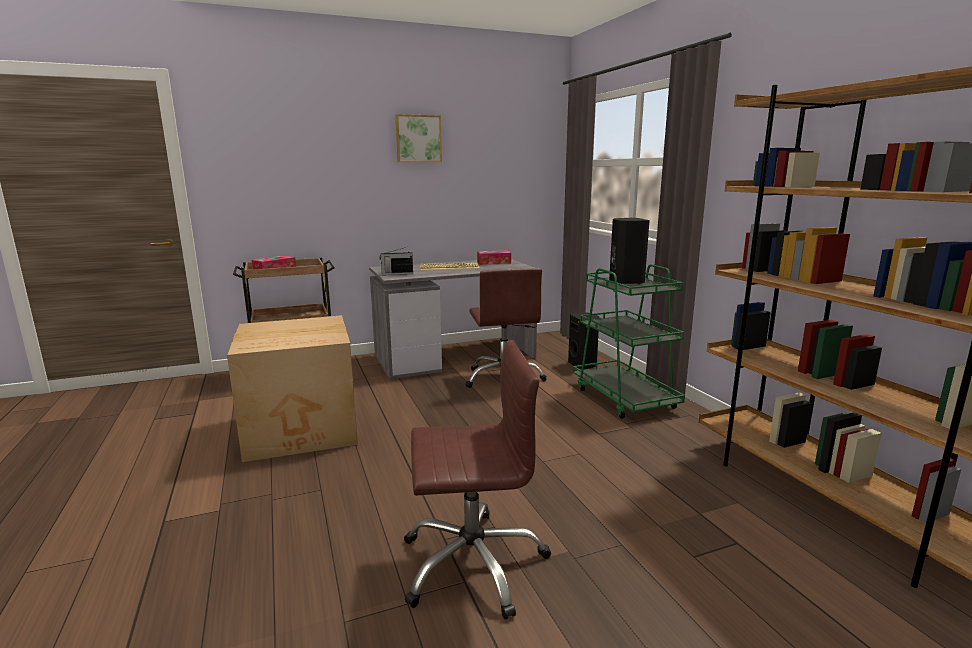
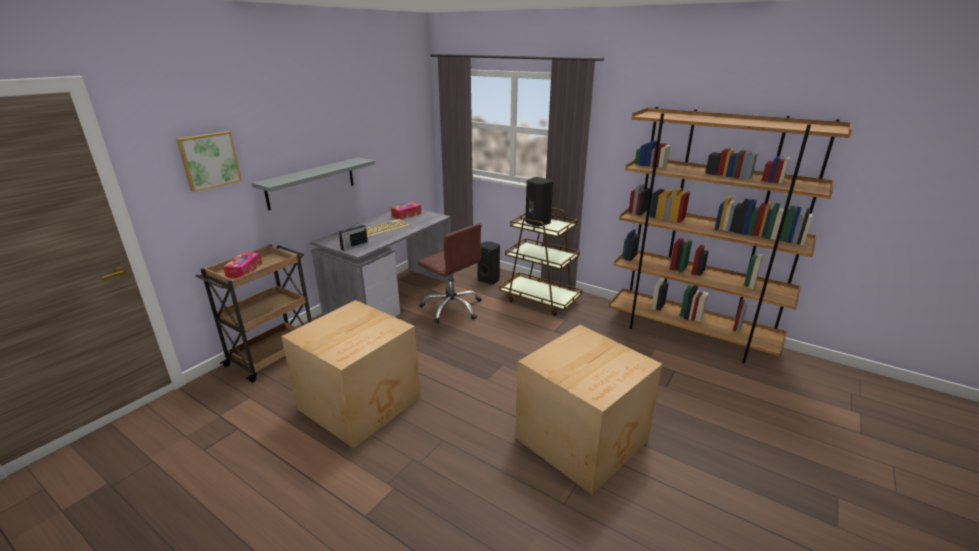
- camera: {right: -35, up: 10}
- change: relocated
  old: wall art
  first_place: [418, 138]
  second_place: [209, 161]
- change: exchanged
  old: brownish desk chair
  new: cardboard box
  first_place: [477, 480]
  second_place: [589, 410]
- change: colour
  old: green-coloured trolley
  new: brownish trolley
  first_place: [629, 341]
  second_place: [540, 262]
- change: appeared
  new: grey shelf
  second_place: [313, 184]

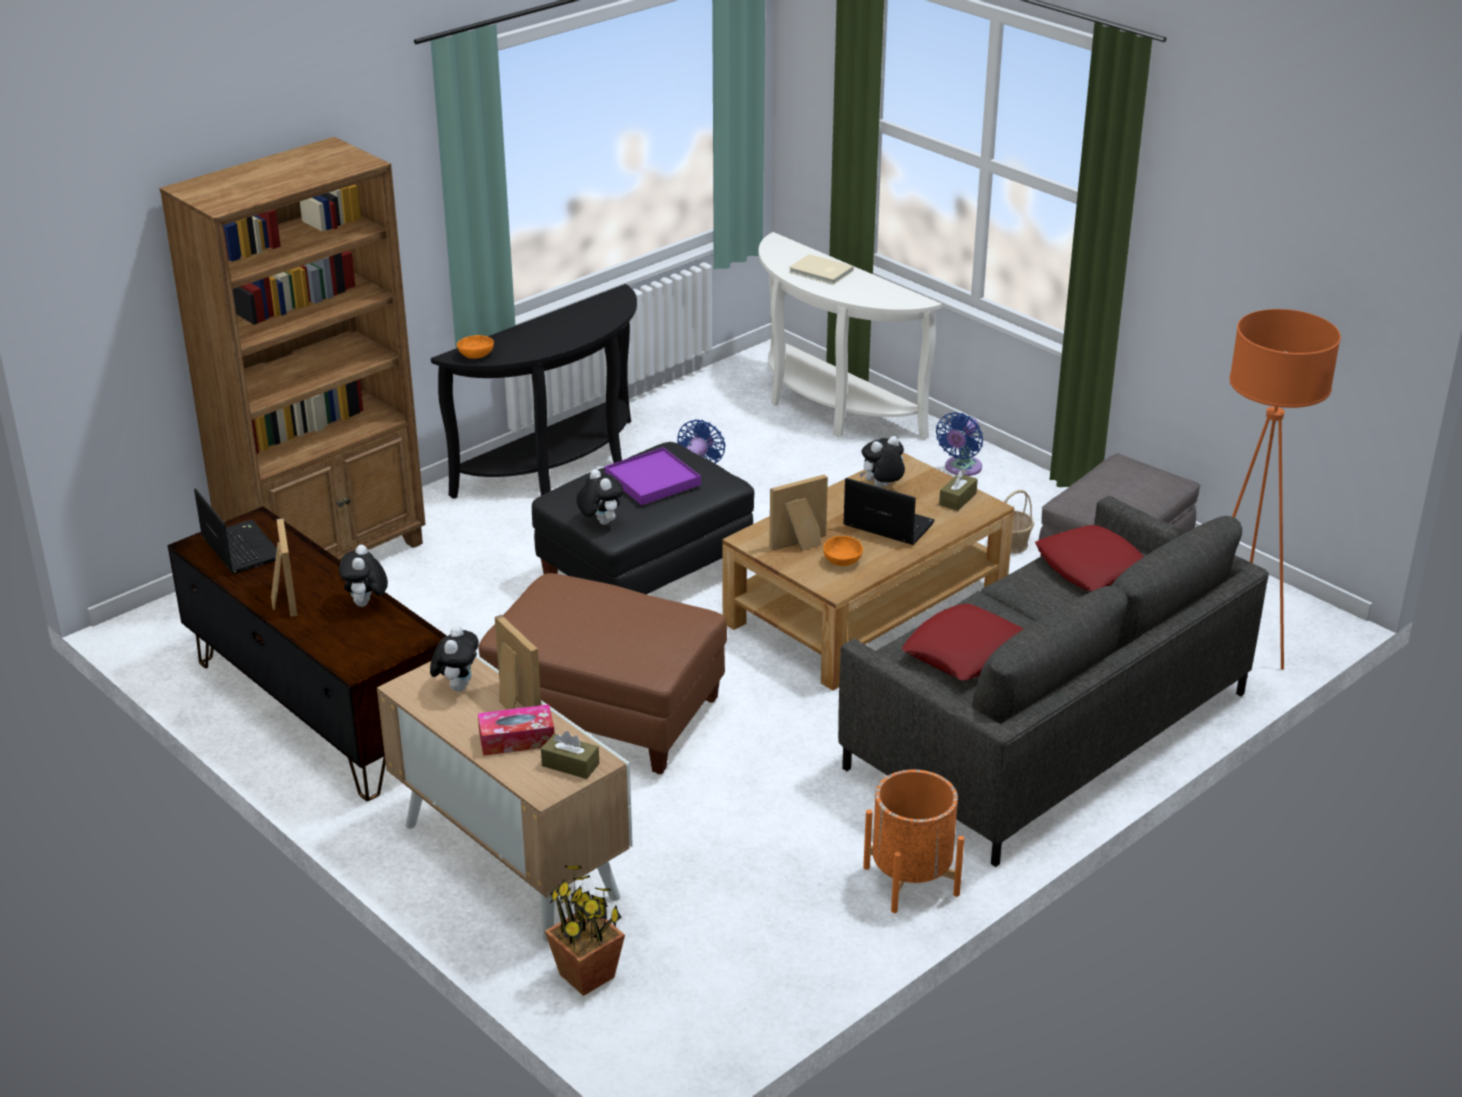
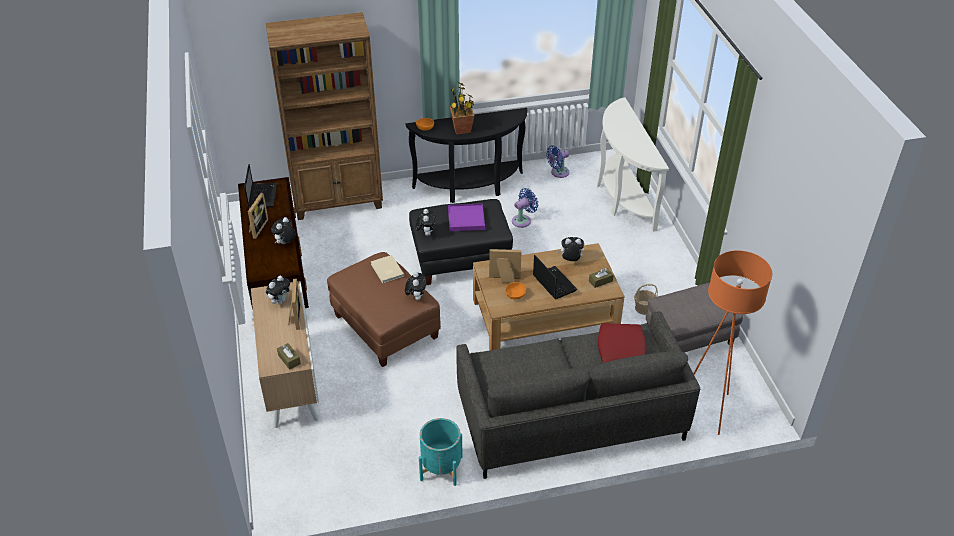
- camera: {right: 30, up: 10}
- change: missing
  old: tissue box
  first_place: [516, 730]
- change: relocated
  old: potted plant
  first_place: [585, 931]
  second_place: [462, 108]
- change: relocated
  old: sand-coloured book
  first_place: [821, 269]
  second_place: [387, 269]
- change: colour
  old: orange plant pot
  new: turquoise plant pot
  first_place: [913, 841]
  second_place: [441, 452]
- change: missing
  old: reddish pillow
  first_place: [963, 642]
- change: relocated
  old: blue-coloured fan
  first_place: [959, 444]
  second_place: [557, 162]
- change: appeared
  new: cuddly toy
  second_place: [415, 286]

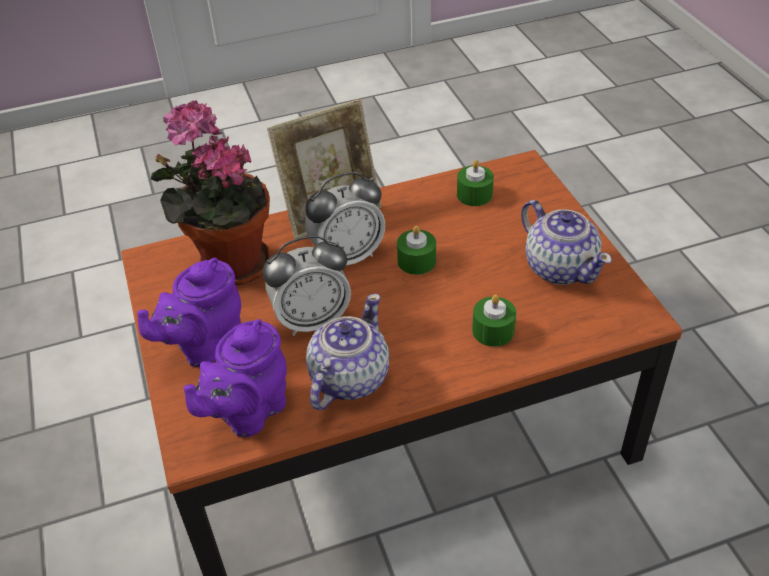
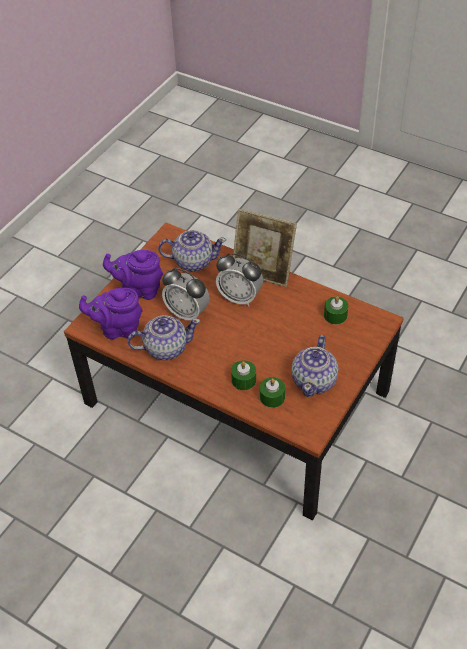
- camera: {right: 50, up: 5}
- change: exchanged
  old: potted plant
  new: pot for tea
  first_place: [211, 193]
  second_place: [192, 251]
- change: relocated
  old: green-coloured wax light
  first_place: [416, 250]
  second_place: [272, 392]

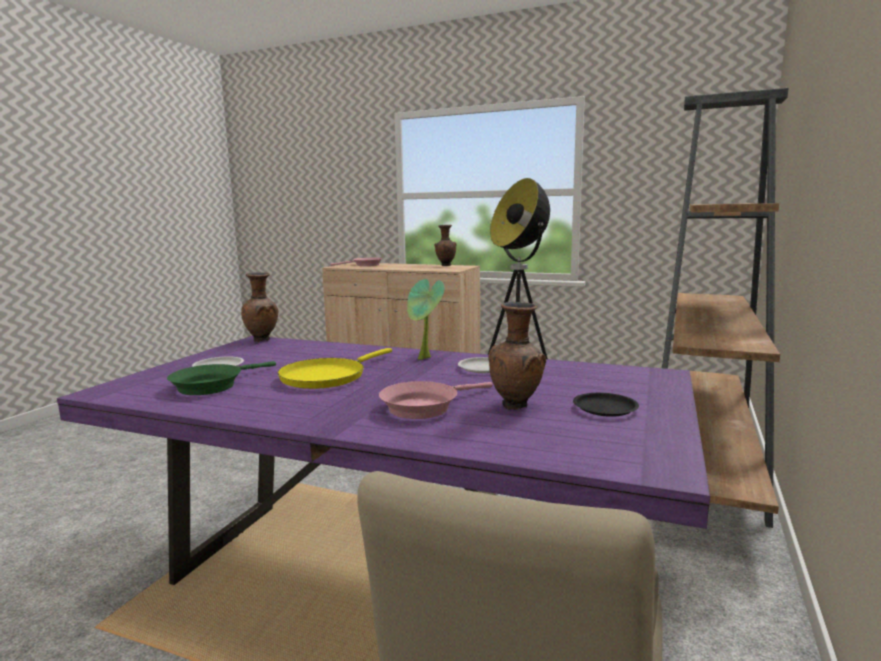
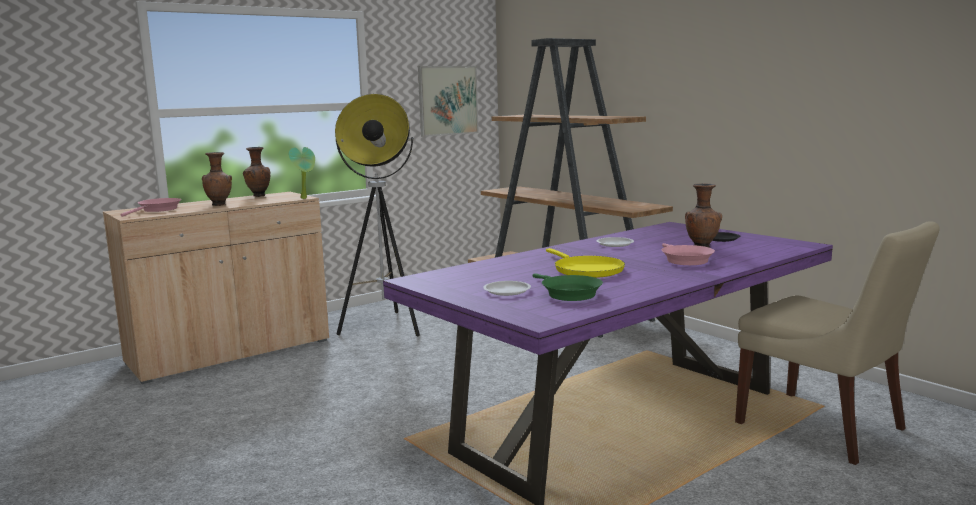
- camera: {right: -60, up: 0}
- change: relocated
  old: brownish vase
  first_place: [259, 307]
  second_place: [217, 179]
- change: relocated
  old: potted plant
  first_place: [425, 319]
  second_place: [302, 173]
- change: appeared
  new: wall art
  second_place: [448, 101]

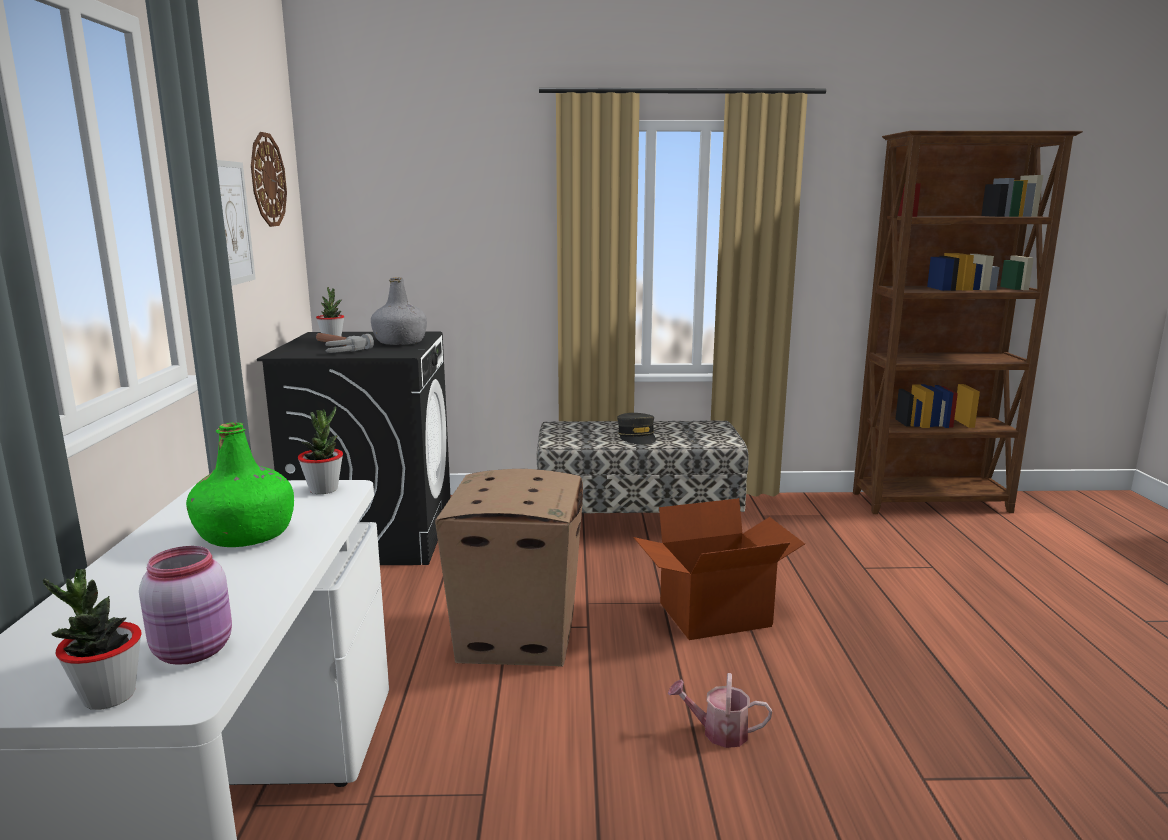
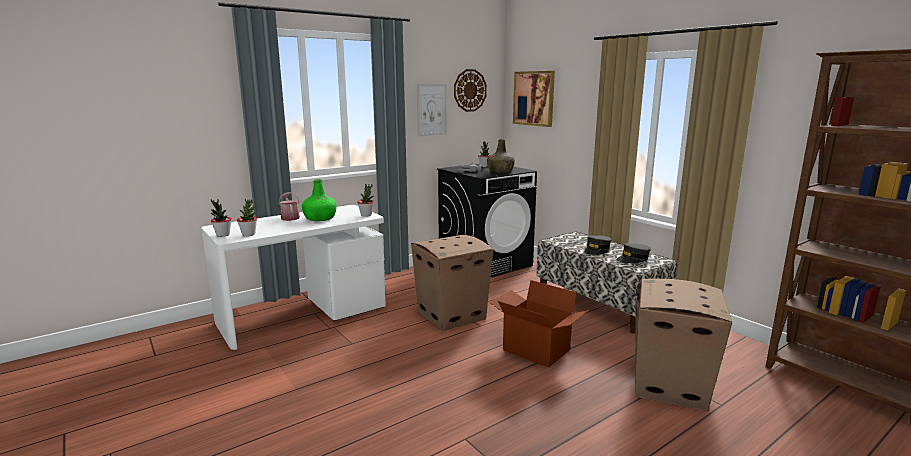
- camera: {right: 55, up: 0}
- change: exchanged
  old: pinkish jar
  new: potted plant
  first_place: [185, 605]
  second_place: [247, 217]
- change: colour
  old: grey beverage bottle
  new: green-coloured beverage bottle
  first_place: [399, 311]
  second_place: [501, 156]
- change: relocated
  old: watering pot
  first_place: [720, 710]
  second_place: [289, 206]
- change: appeared
  new: wall art
  second_place: [534, 99]
- change: appeared
  new: grey cap
  second_place: [633, 253]
- change: appeared
  new: cardboard box
  second_place: [683, 345]

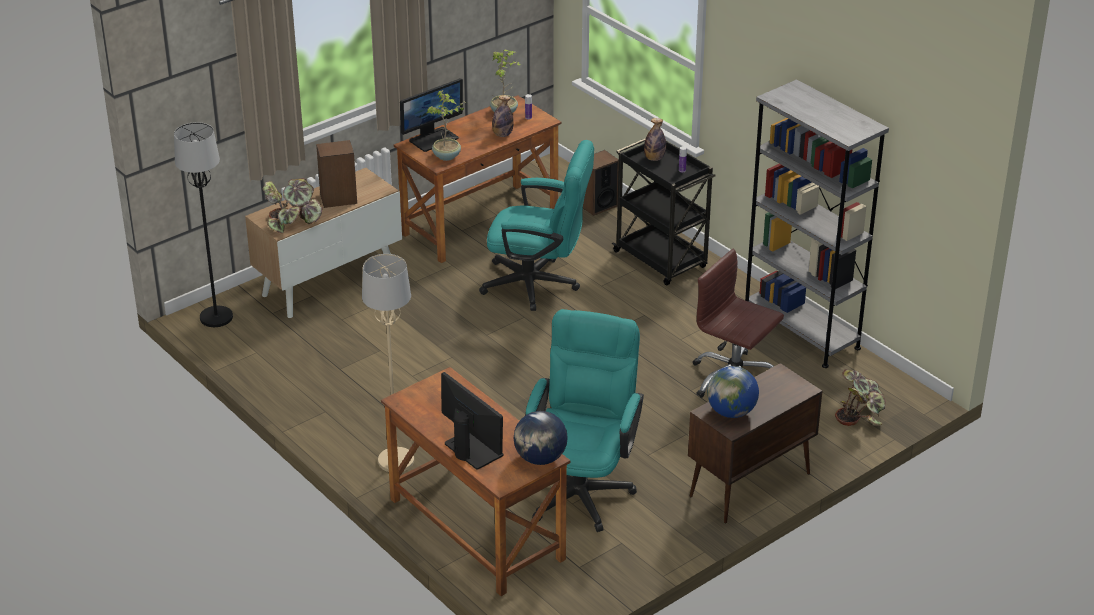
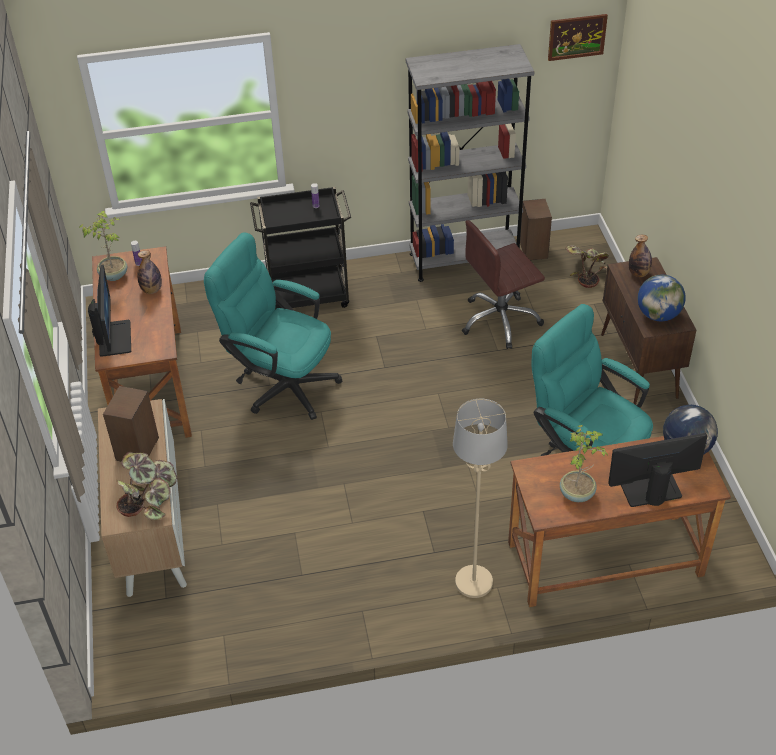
- camera: {right: -60, up: 10}
- change: missing
  old: blackish standing lamp
  first_place: [203, 224]
- change: relocated
  old: potted plant
  first_place: [447, 125]
  second_place: [584, 463]
- change: spun
  old: turquoise desk chair
  first_place: [536, 225]
  second_place: [273, 326]
  degrees: -105
- change: relocated
  old: loudspeaker
  first_place: [601, 183]
  second_place: [536, 229]
- change: relocated
  old: beverage bottle
  first_place: [655, 139]
  second_place: [640, 255]
- change: appeared
  new: wall art
  second_place: [578, 37]

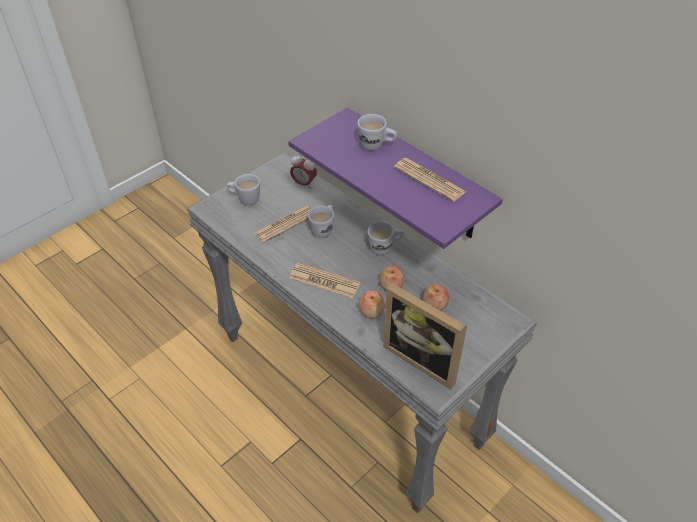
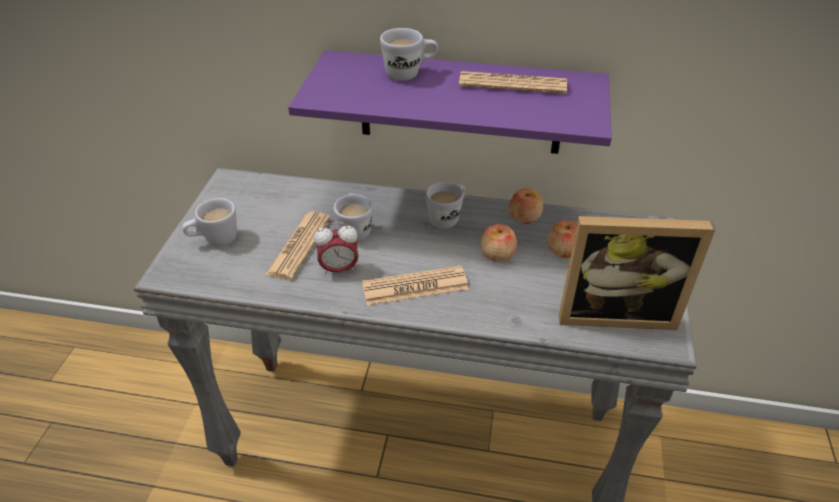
- camera: {right: -35, up: -5}
- change: relocated
  old: alarm clock
  first_place: [303, 171]
  second_place: [336, 249]
- change: relocated
  old: whole apple
  first_place: [372, 304]
  second_place: [526, 206]

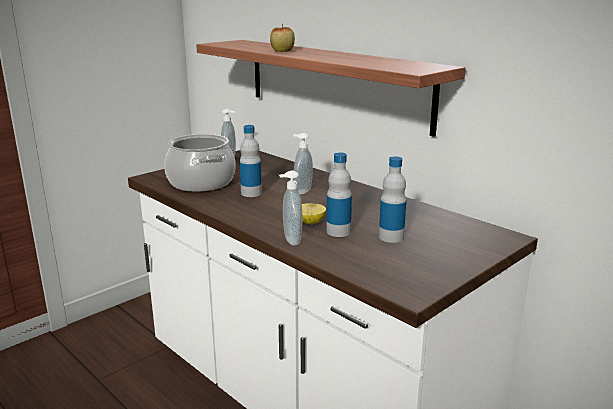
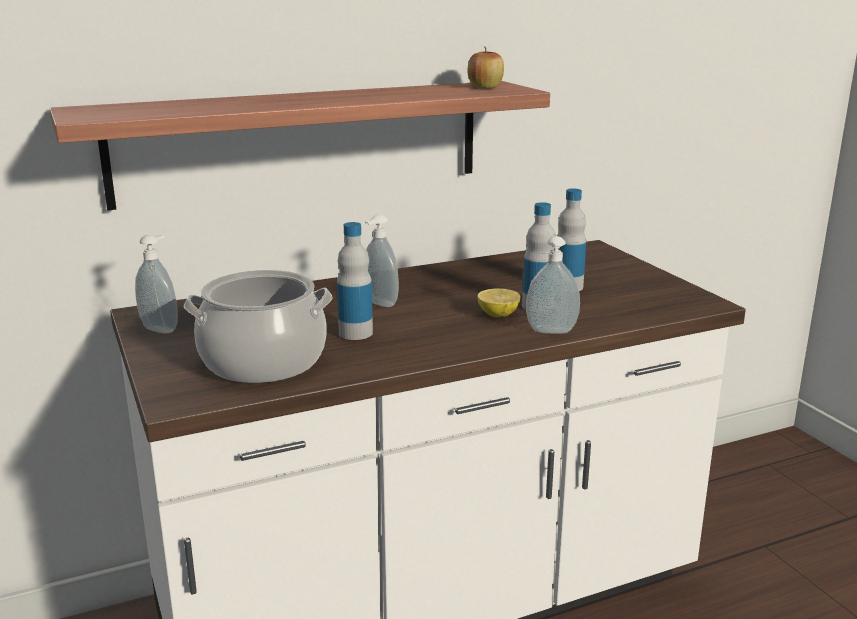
- camera: {right: -70, up: 0}
- change: relocated
  old: whole apple
  first_place: [282, 37]
  second_place: [485, 67]

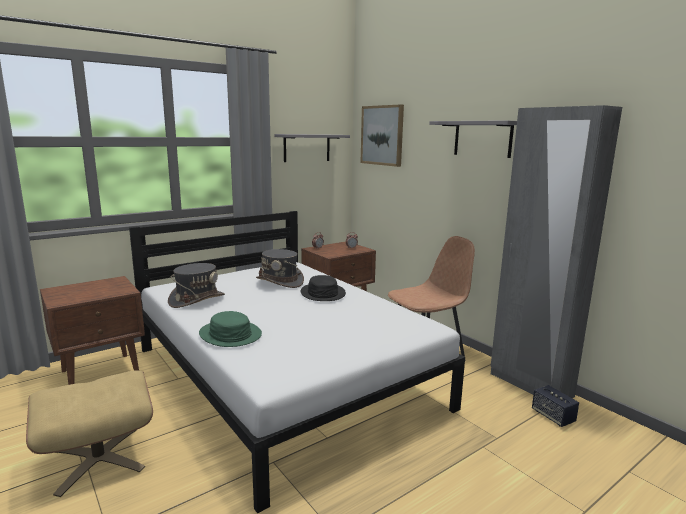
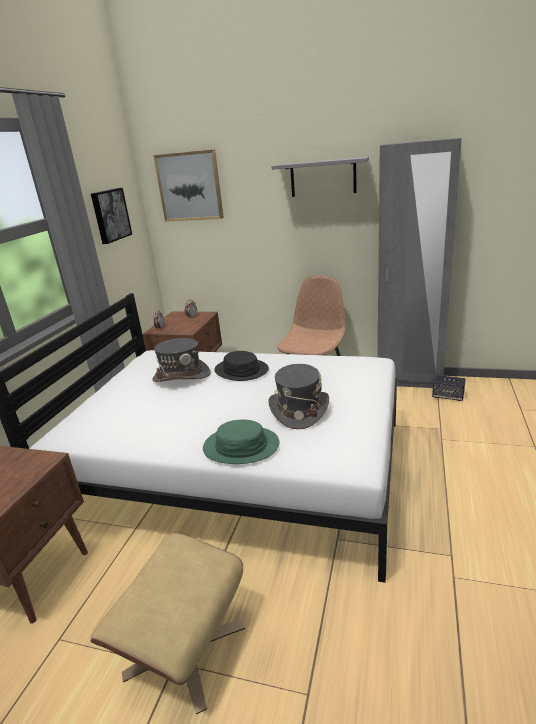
- camera: {right: -35, up: 10}
- change: relocated
  old: grey hat
  first_place: [196, 285]
  second_place: [298, 396]
- change: exchanged
  old: grey shelf
  new: wall art
  first_place: [312, 148]
  second_place: [111, 216]

